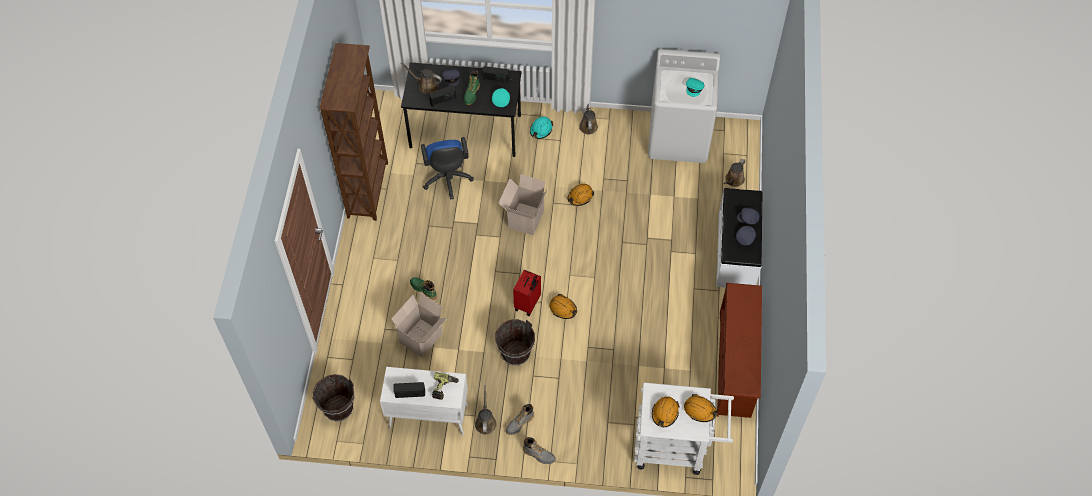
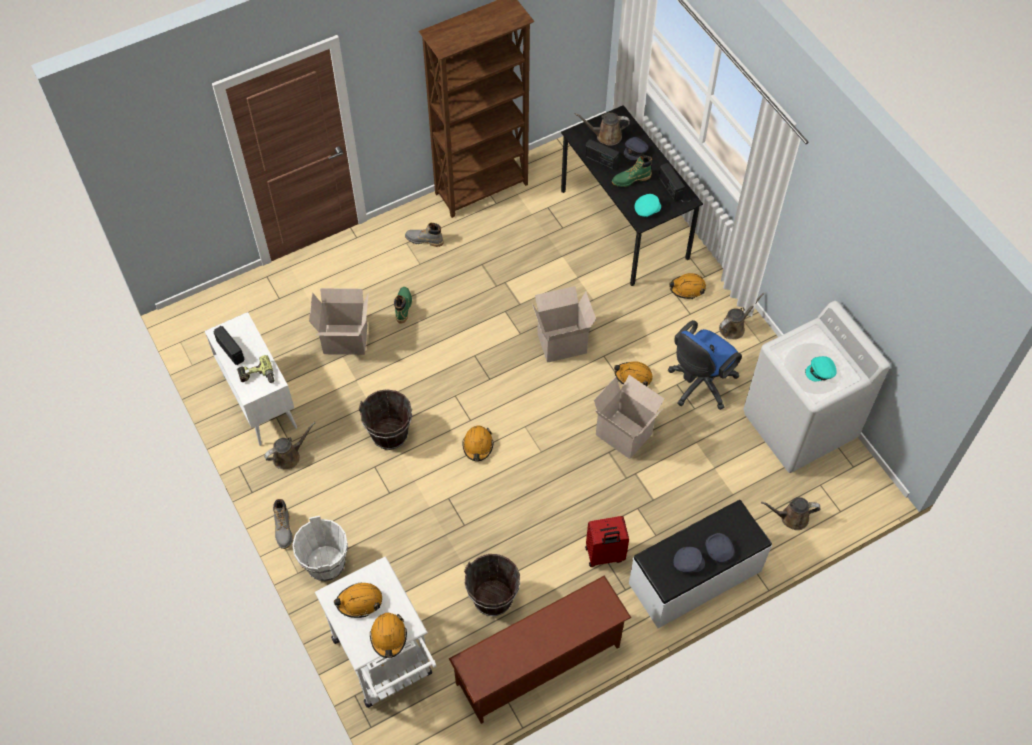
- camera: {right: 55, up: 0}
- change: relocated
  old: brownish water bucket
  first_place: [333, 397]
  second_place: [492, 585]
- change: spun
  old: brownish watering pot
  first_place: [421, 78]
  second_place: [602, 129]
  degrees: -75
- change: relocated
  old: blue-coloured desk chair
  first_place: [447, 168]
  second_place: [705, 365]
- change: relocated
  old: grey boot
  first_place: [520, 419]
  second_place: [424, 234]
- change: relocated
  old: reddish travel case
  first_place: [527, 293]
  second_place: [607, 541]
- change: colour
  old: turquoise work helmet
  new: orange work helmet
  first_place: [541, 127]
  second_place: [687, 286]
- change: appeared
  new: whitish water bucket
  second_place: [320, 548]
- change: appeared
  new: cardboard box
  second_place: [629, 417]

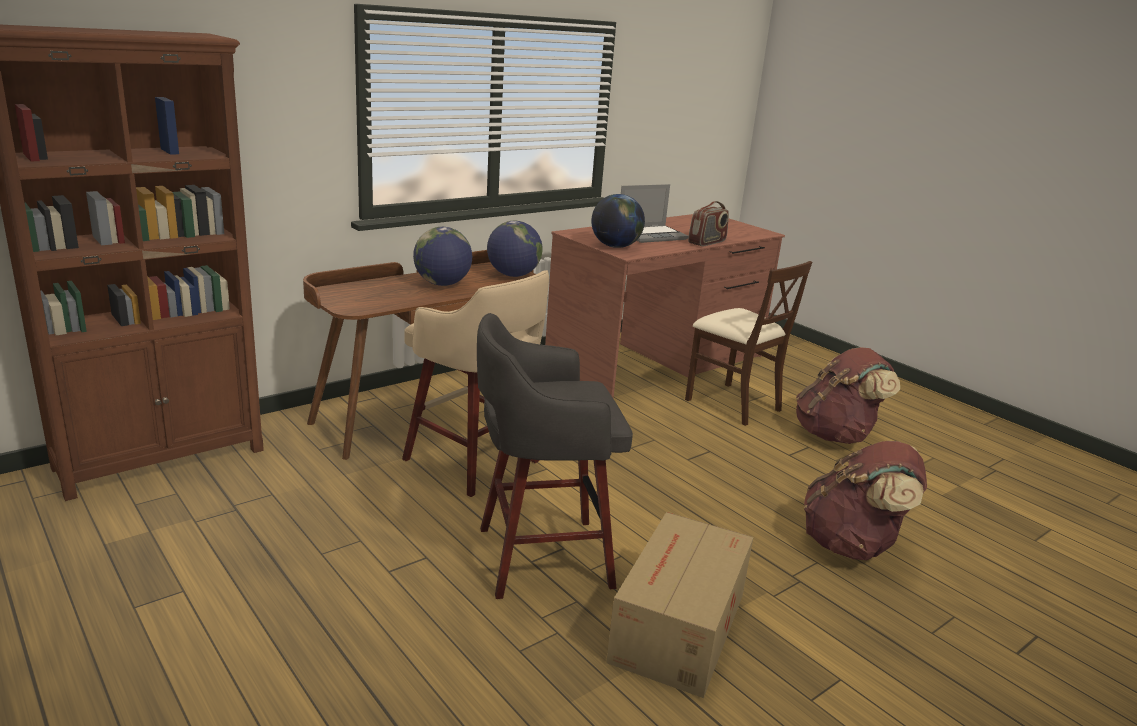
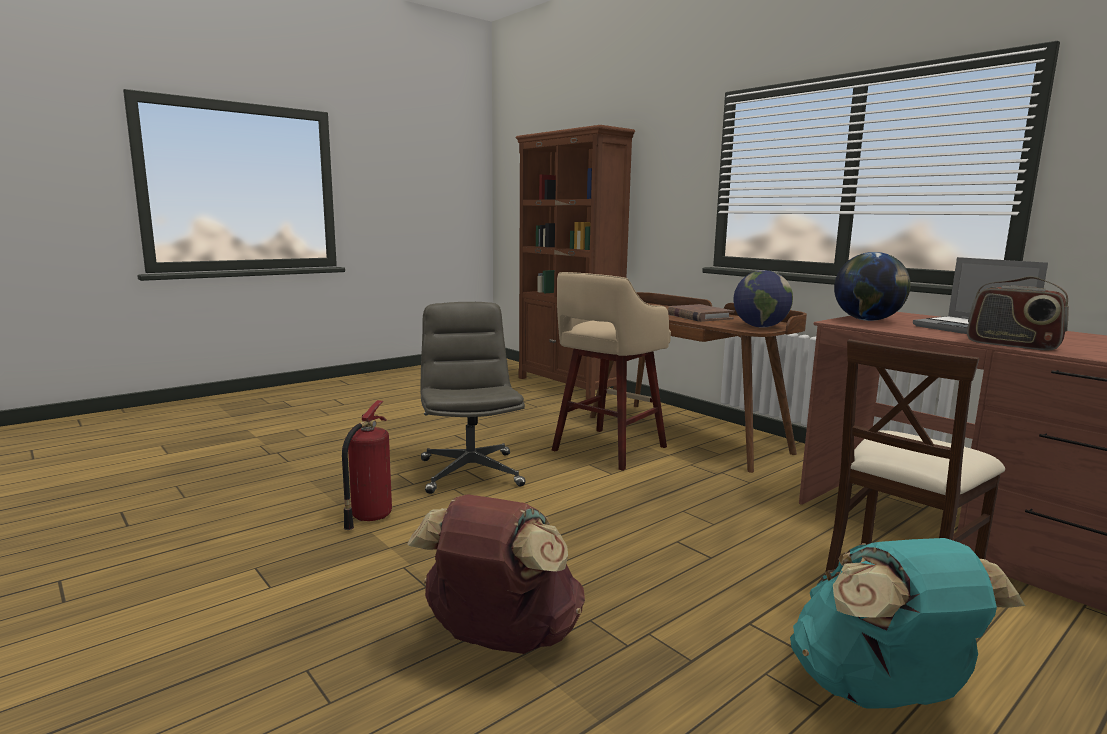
- camera: {right: 90, up: -10}
- change: exchanged
  old: world globe
  new: brownish book
  first_place: [442, 256]
  second_place: [700, 313]
- change: exchanged
  old: grey stool seat
  new: grey desk chair
  first_place: [555, 456]
  second_place: [473, 398]
- change: exchanged
  old: cardboard box
  new: fire extinguisher
  first_place: [680, 605]
  second_place: [367, 465]
- change: colour
  old: brownish backpack
  new: turquoise backpack
  first_place: [848, 395]
  second_place: [908, 623]

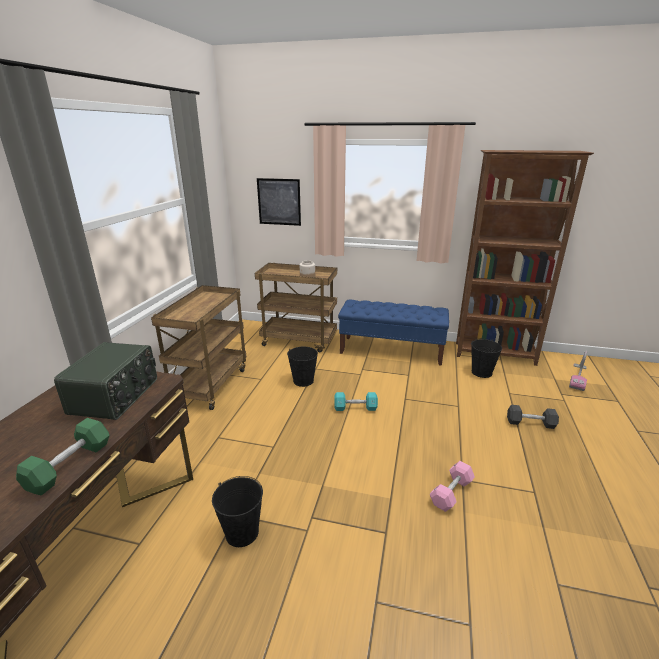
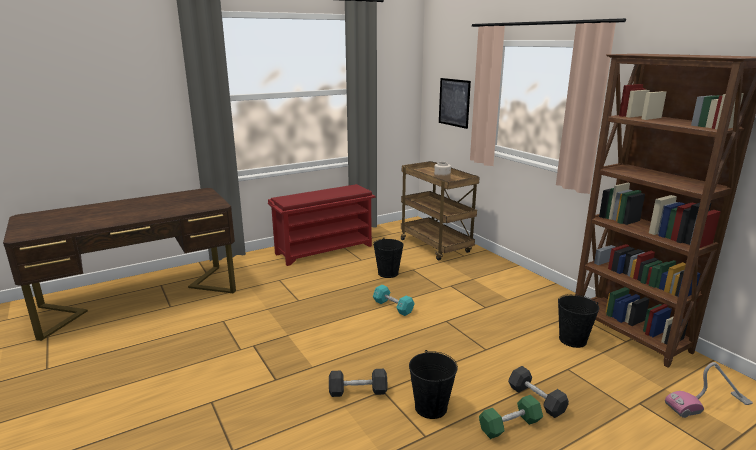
- camera: {right: 45, up: -5}
- change: relocated
  old: green-coloured dumbbell
  first_place: [63, 457]
  second_place: [511, 417]
- change: missing
  old: radio
  first_place: [105, 381]
- change: exchanged
  old: brownish trolley
  new: reddish shoe stand
  first_place: [198, 347]
  second_place: [321, 225]
- change: relocated
  old: blackish water bucket
  first_place: [237, 511]
  second_place: [433, 384]
- change: missing
  old: blue-coloured bench
  first_place: [393, 333]
- change: colour
  old: pinkish dumbbell
  new: blackish dumbbell
  first_place: [452, 486]
  second_place: [358, 383]

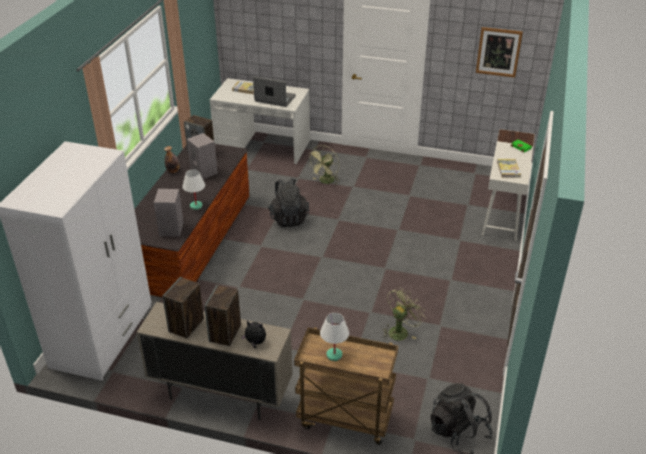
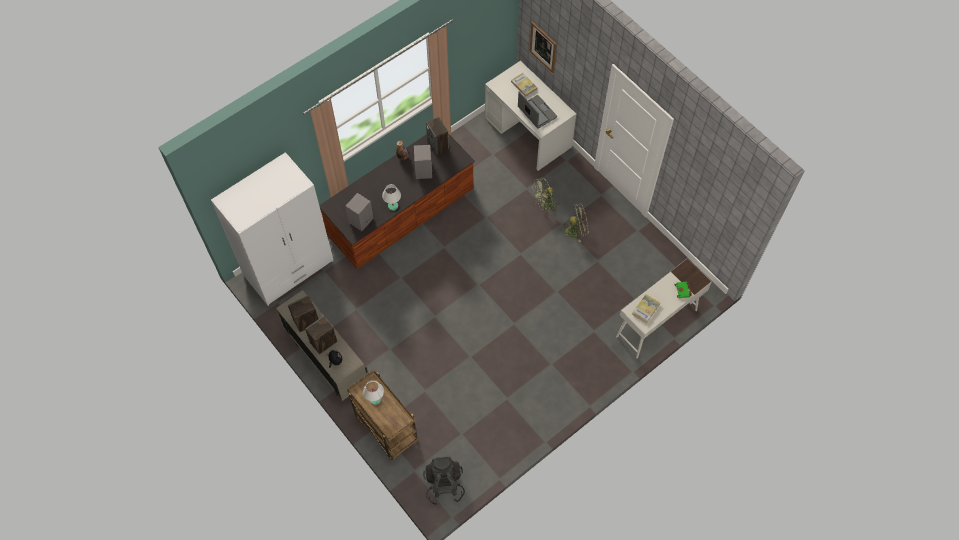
- camera: {right: 35, up: 25}
- change: missing
  old: blackish backpack
  first_place: [288, 202]
- change: relocated
  old: green-coloured fan
  first_place: [403, 314]
  second_place: [574, 223]
- change: relocated
  old: wall art
  first_place: [499, 52]
  second_place: [543, 47]

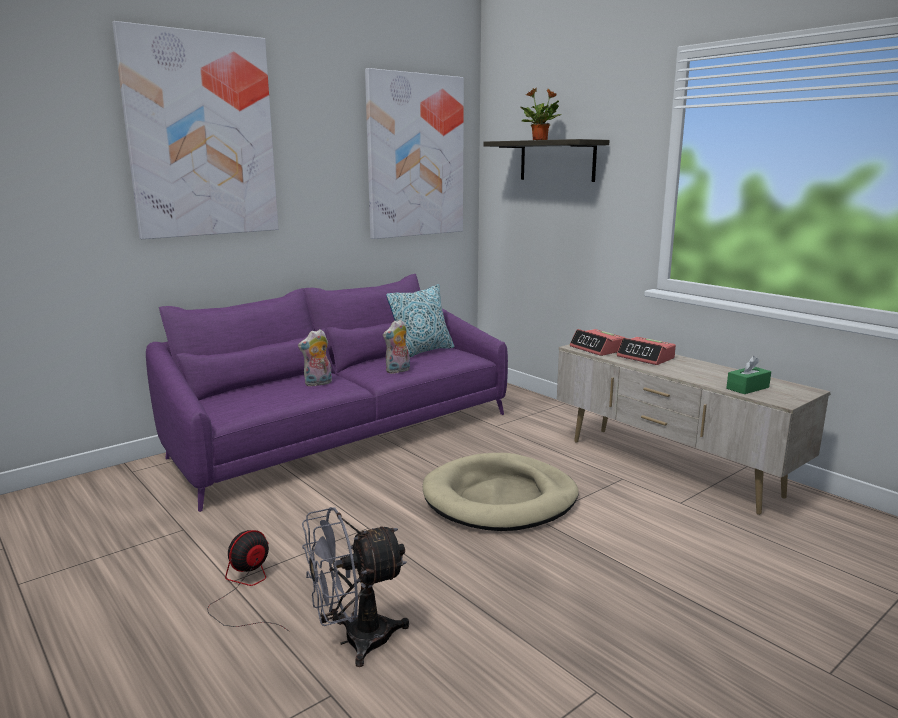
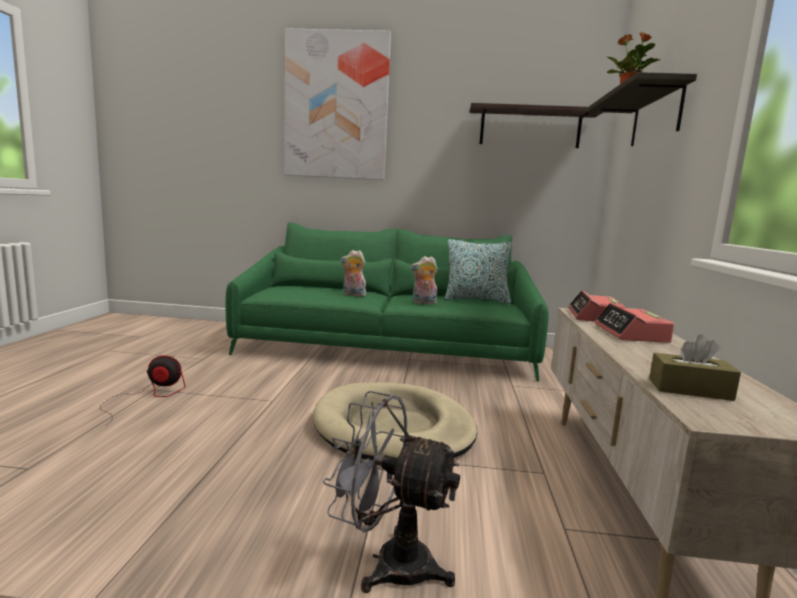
- camera: {right: 45, up: -5}
- change: colour
  old: purplish sofa
  new: green-coloured sofa
  first_place: [327, 393]
  second_place: [387, 301]
- change: relocated
  old: grey fan
  first_place: [355, 587]
  second_place: [391, 492]
- change: exchanged
  old: wall art
  new: shelf
  first_place: [414, 153]
  second_place: [536, 125]
- change: colour
  old: green-coloured tissue box
  new: brownish tissue box
  first_place: [748, 375]
  second_place: [695, 368]

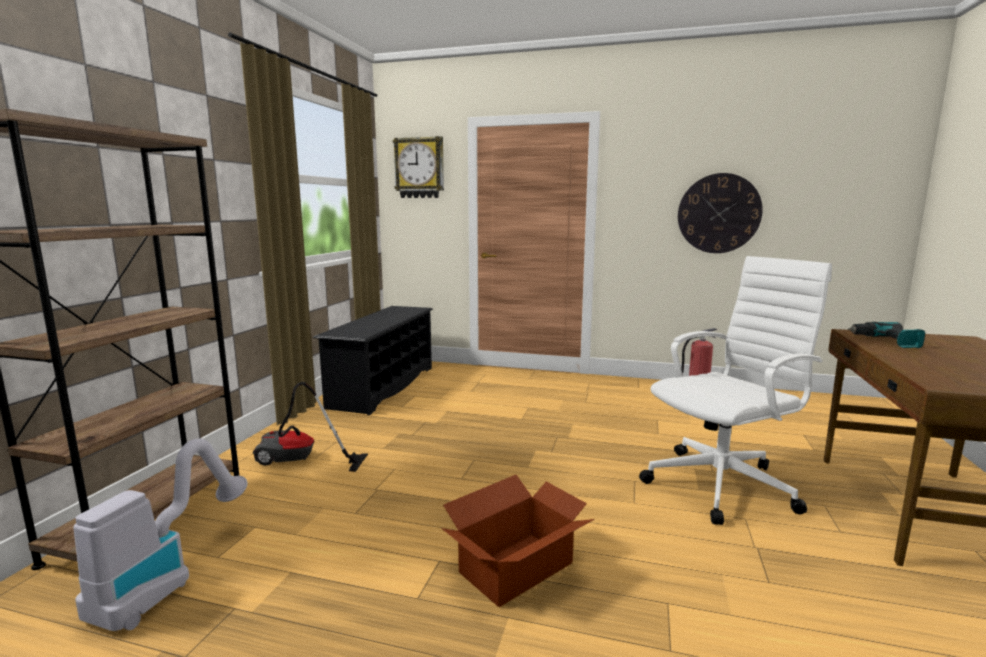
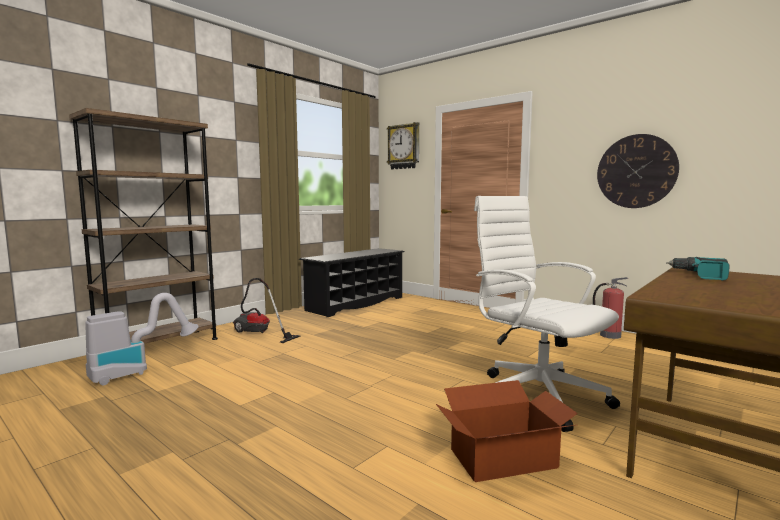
- camera: {right: 25, up: -5}
- change: relocated
  old: cardboard box
  first_place: [518, 541]
  second_place: [507, 431]
- change: spun
  old: whitish desk chair
  first_place: [735, 390]
  second_place: [547, 314]
  degrees: -120

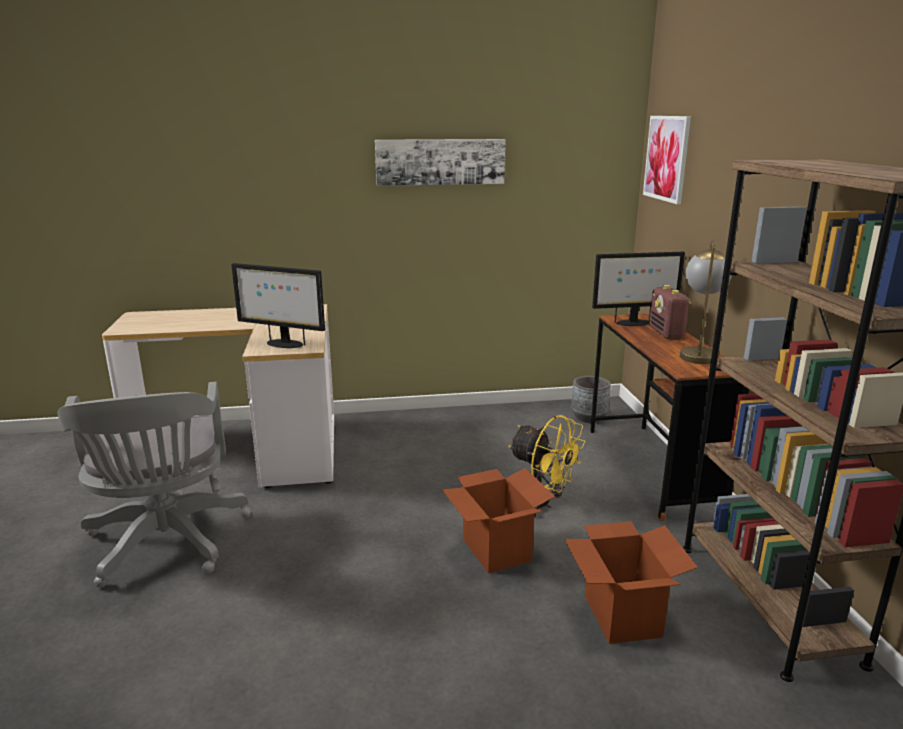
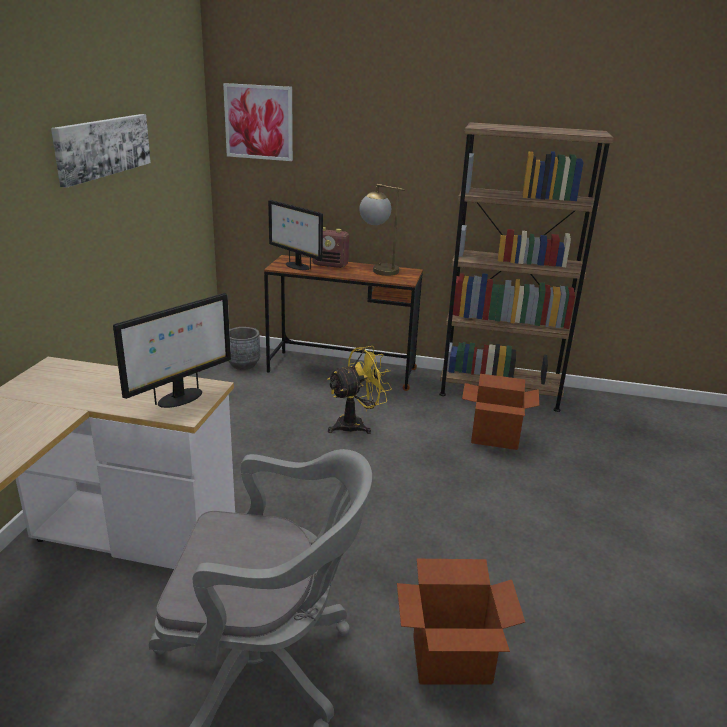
- camera: {right: -70, up: 5}
- change: relocated
  old: cardboard box
  first_place: [498, 520]
  second_place: [461, 622]
- change: spun
  old: computer display
  first_place: [638, 289]
  second_place: [295, 235]
  degrees: 120

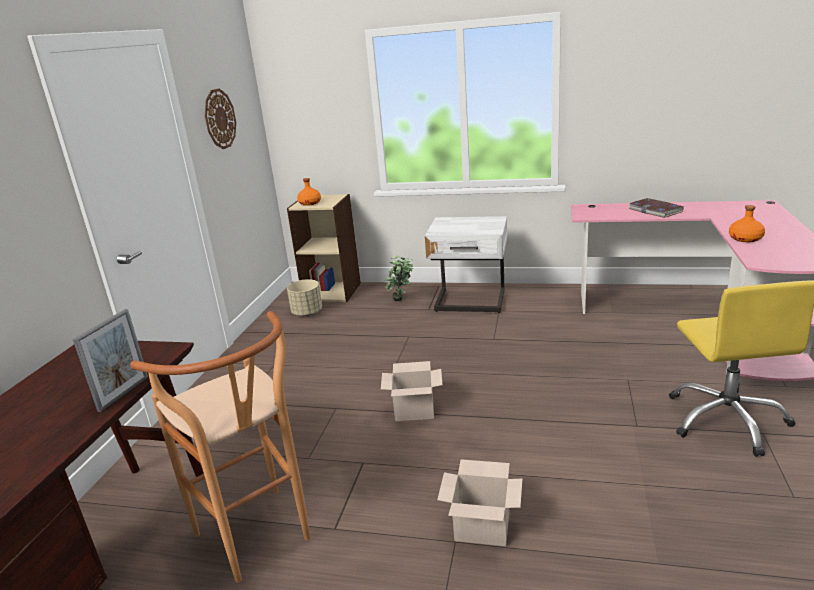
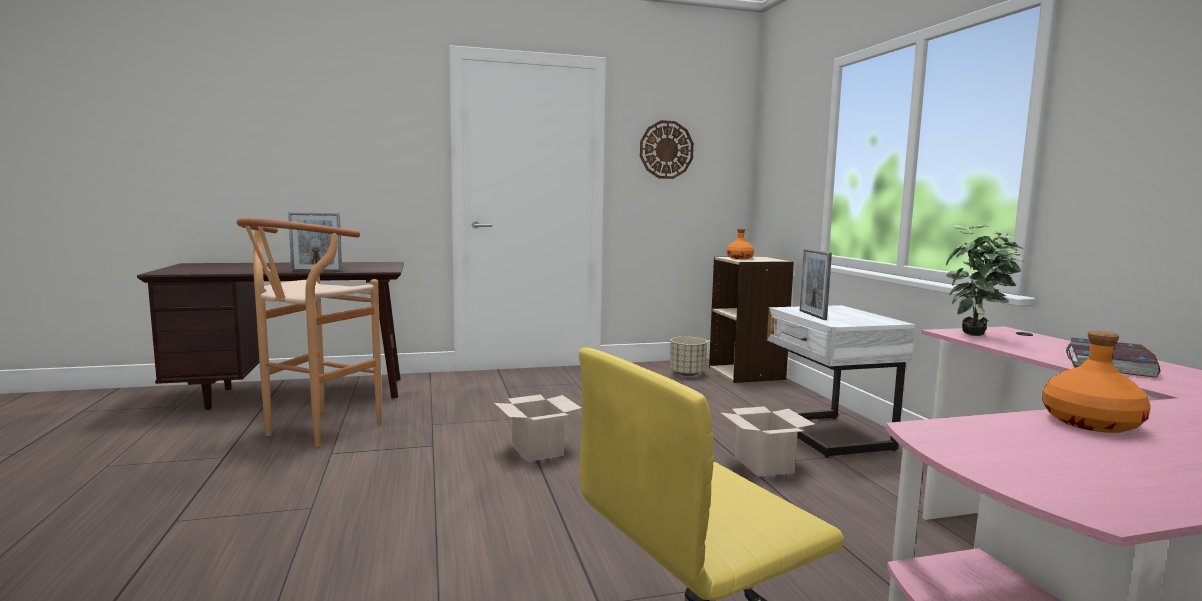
- camera: {right: 60, up: -15}
- change: relocated
  old: potted plant
  first_place: [399, 278]
  second_place: [985, 280]
- change: relocated
  old: cardboard box
  first_place: [480, 502]
  second_place: [768, 441]
- change: appeared
  new: photo frame
  second_place: [816, 284]

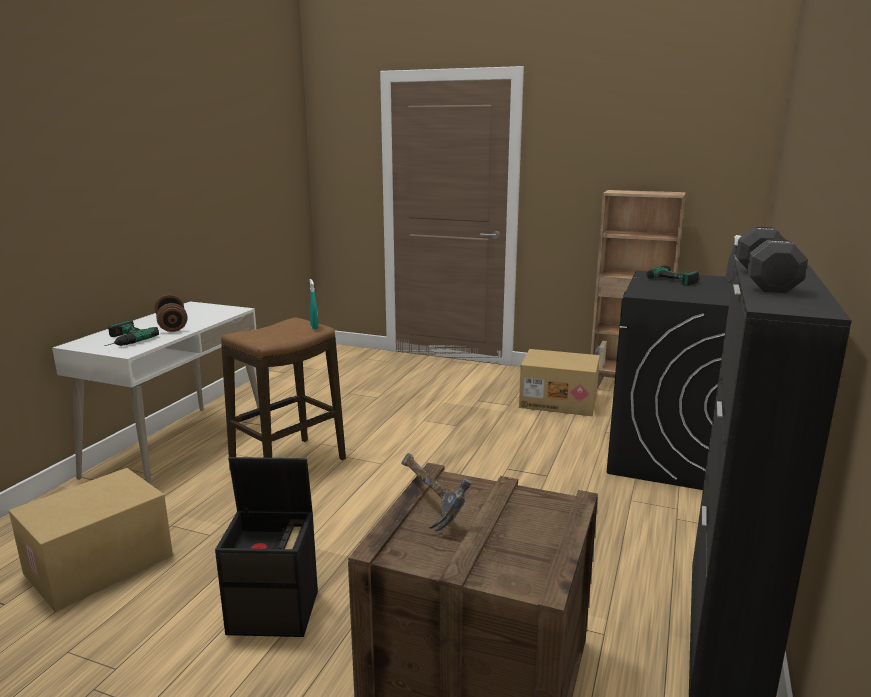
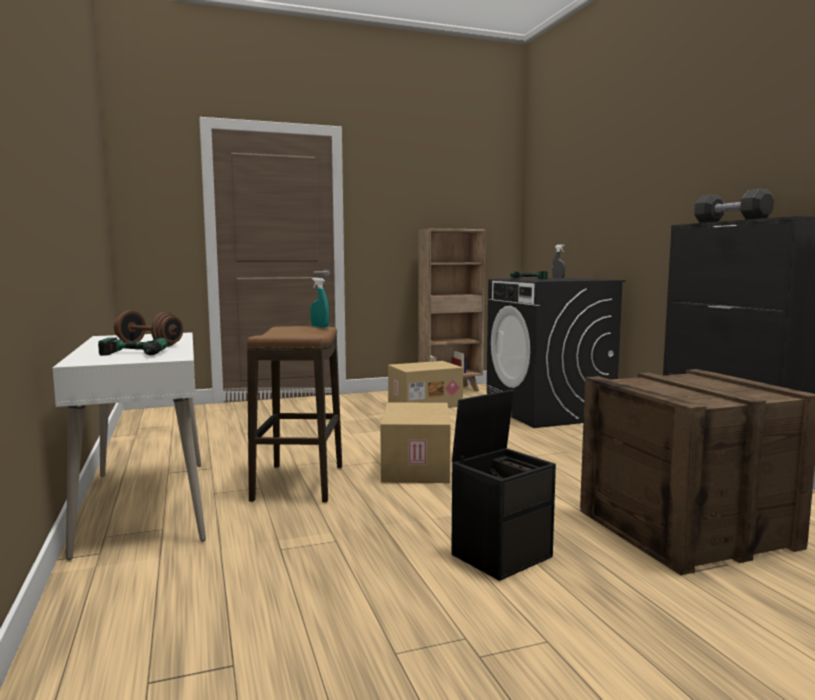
- camera: {right: -40, up: -10}
- change: relocated
  old: cardboard box
  first_place: [91, 540]
  second_place: [415, 442]
- change: missing
  old: tool hammer
  first_place: [436, 492]

